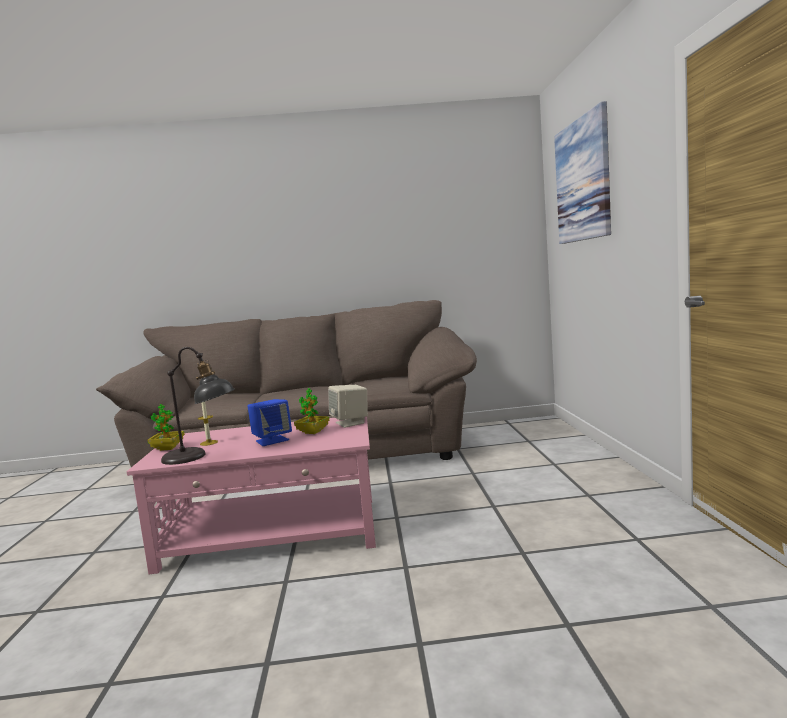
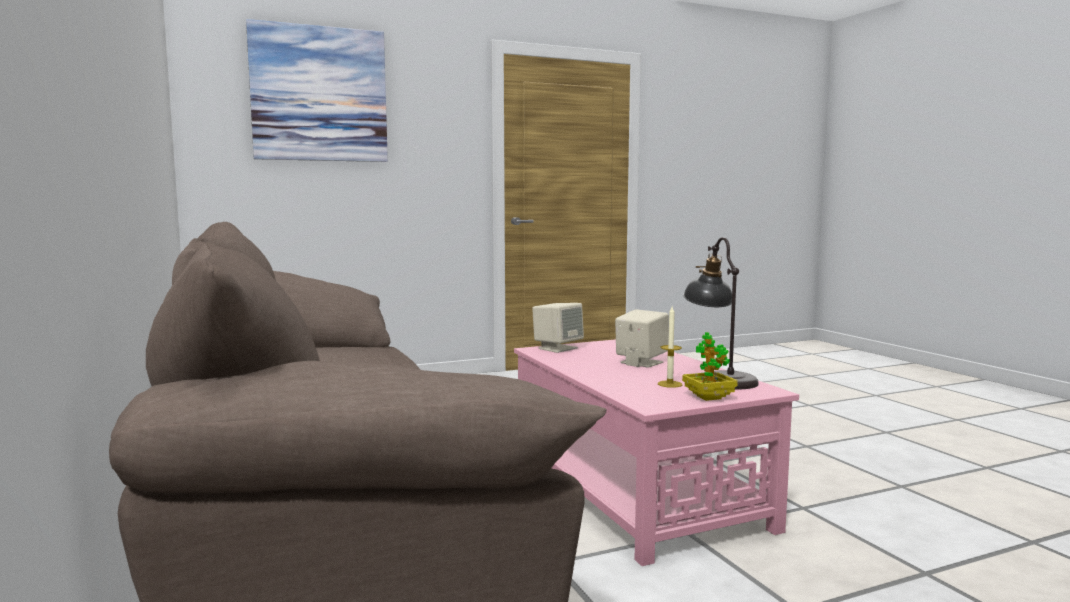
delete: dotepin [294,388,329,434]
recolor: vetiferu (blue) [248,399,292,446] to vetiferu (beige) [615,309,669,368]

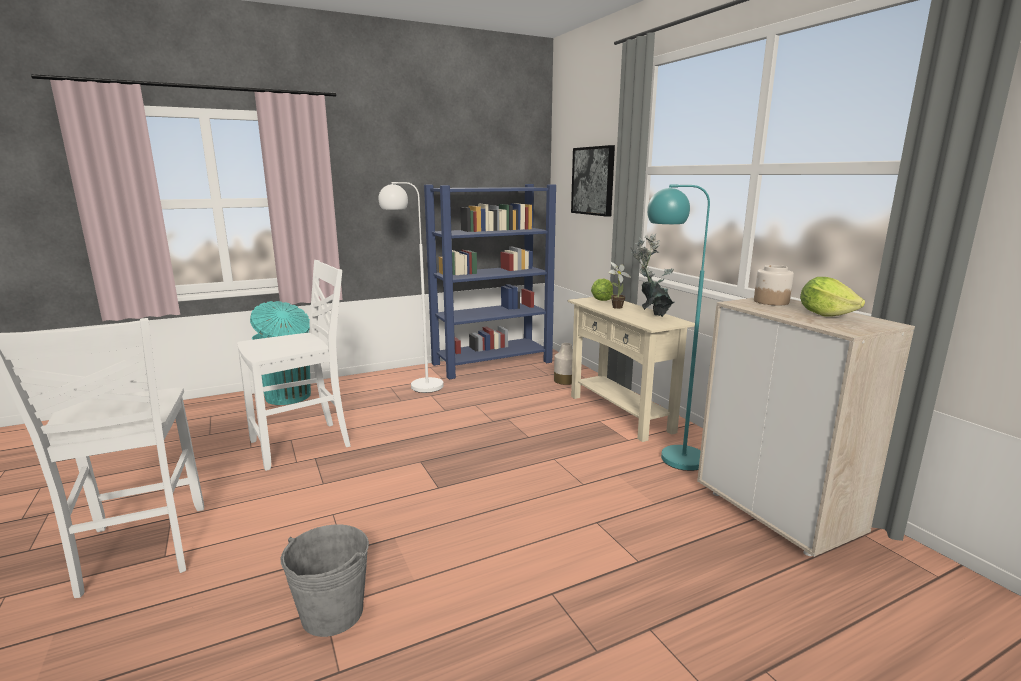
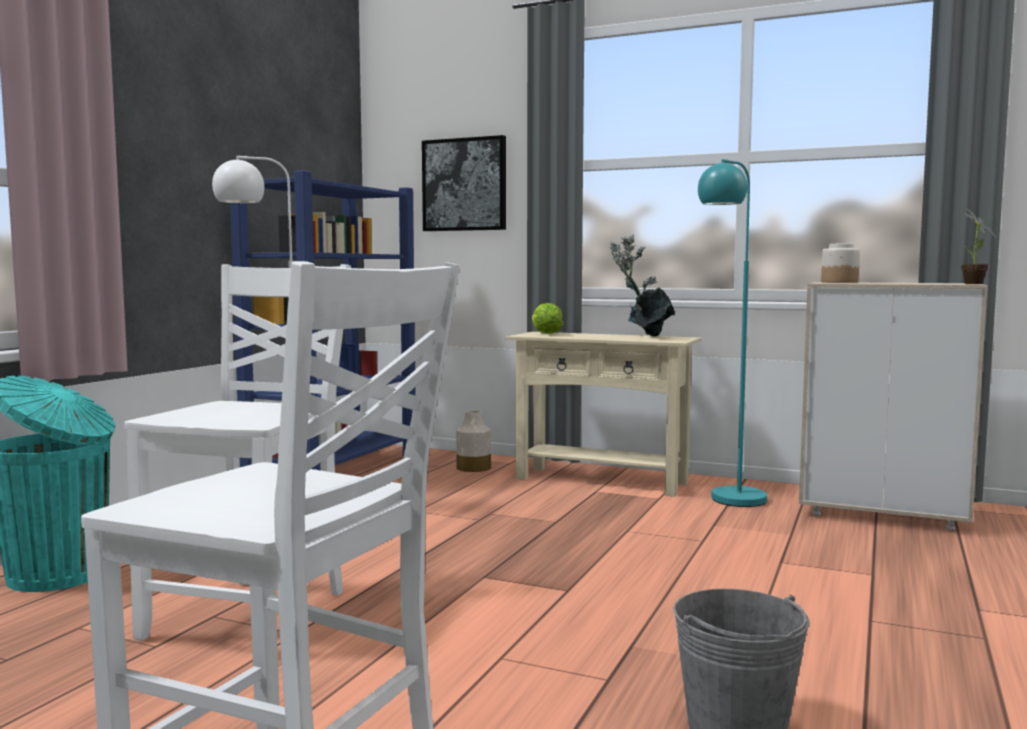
delete: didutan [800,277,865,316]
move: dotepin [608,262,631,309] to [961,208,996,284]

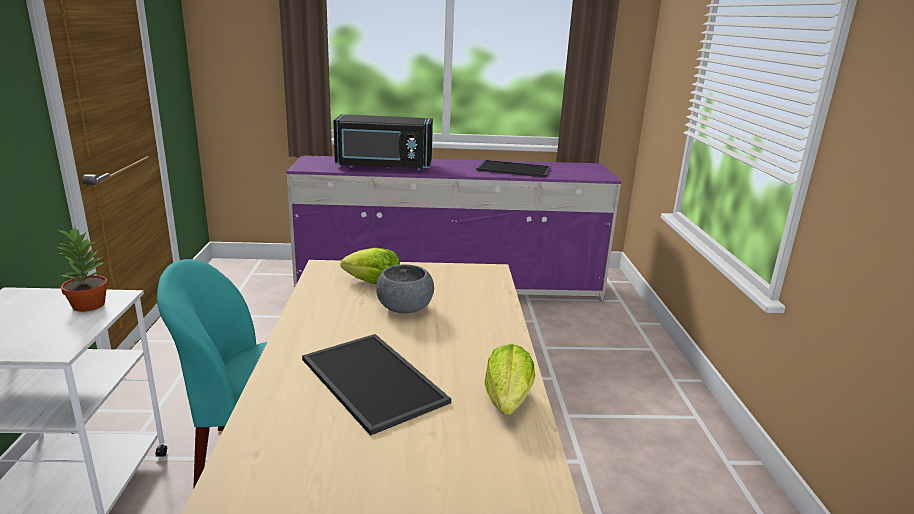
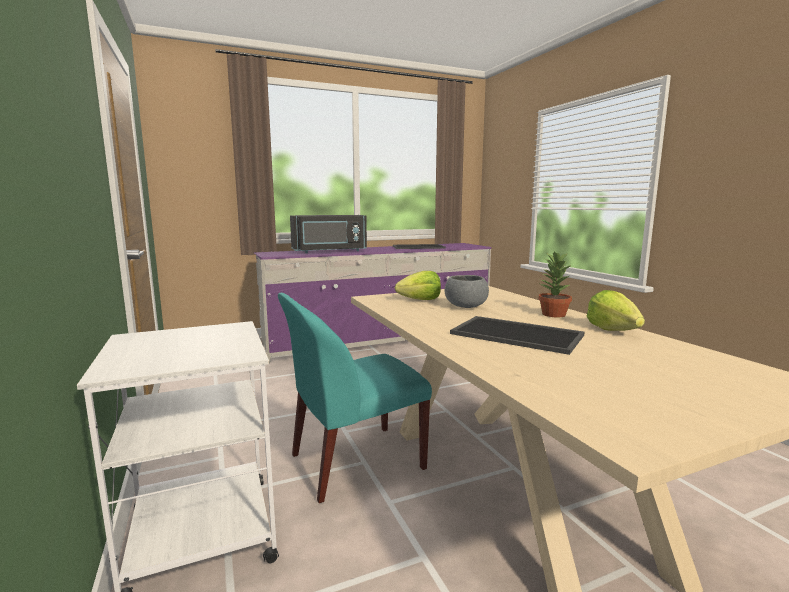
move: dotepin [56,226,108,312] to [539,251,572,317]

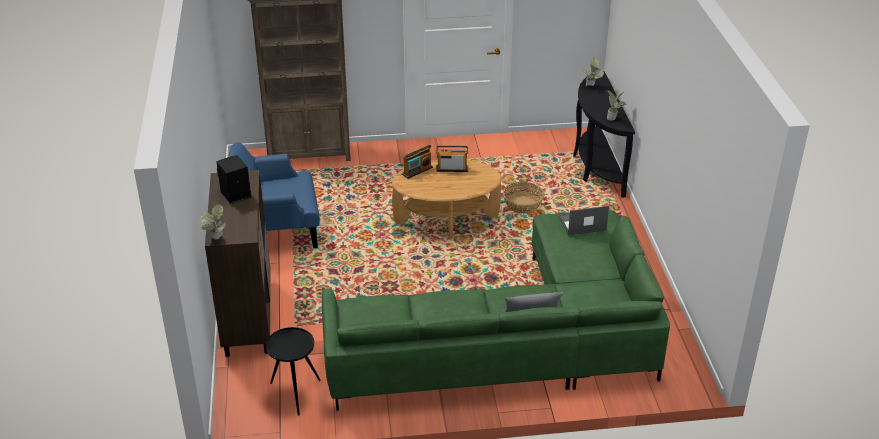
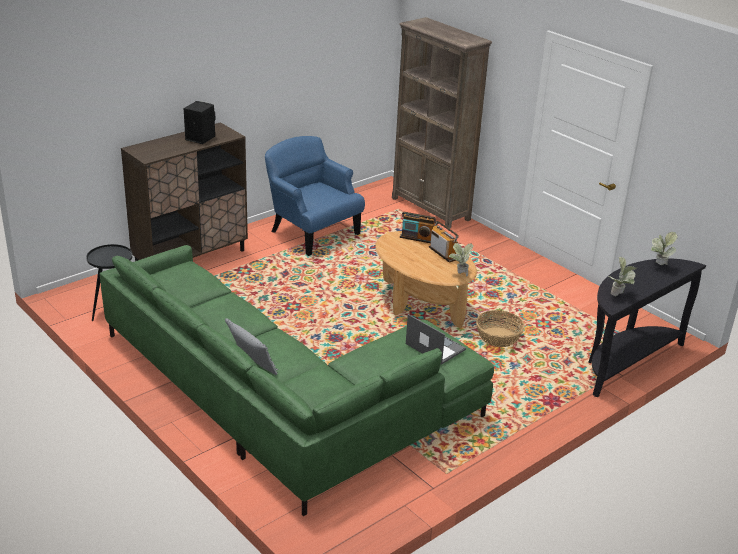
move: dotepin [200,204,226,240] to [449,243,474,276]

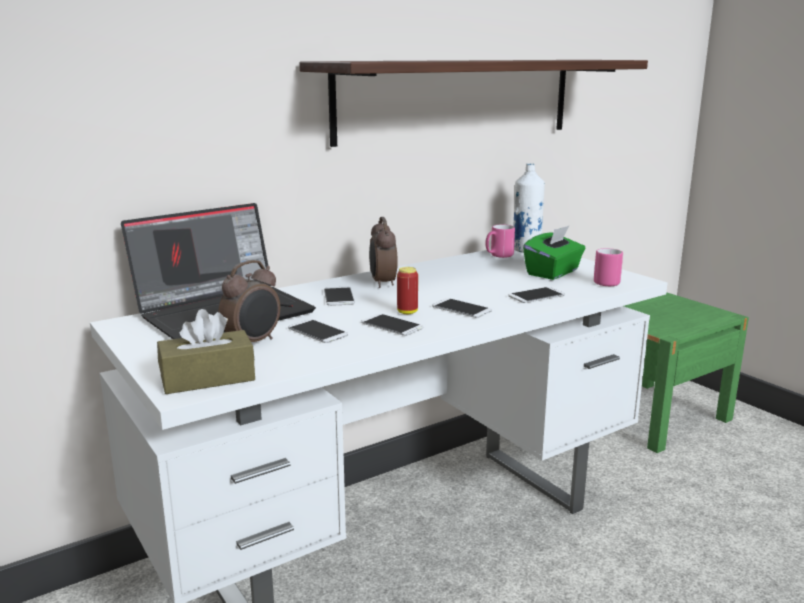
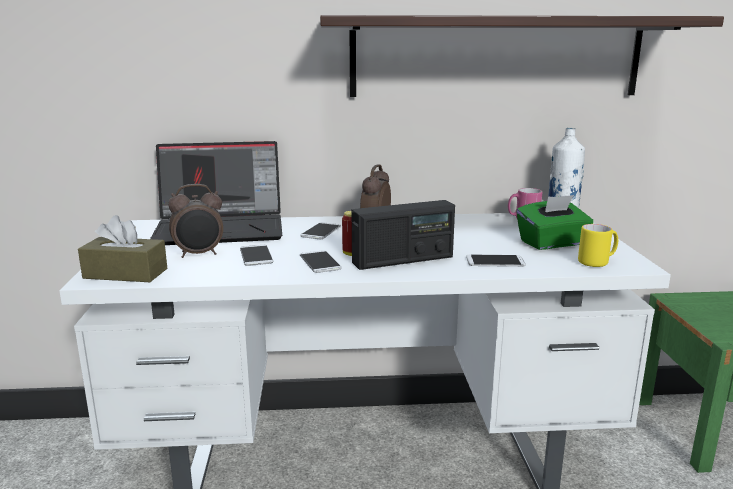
replace: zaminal [432,298,492,318] to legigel [352,200,455,270]
recolor: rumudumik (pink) [594,248,623,286] to rumudumik (yellow) [578,224,618,267]

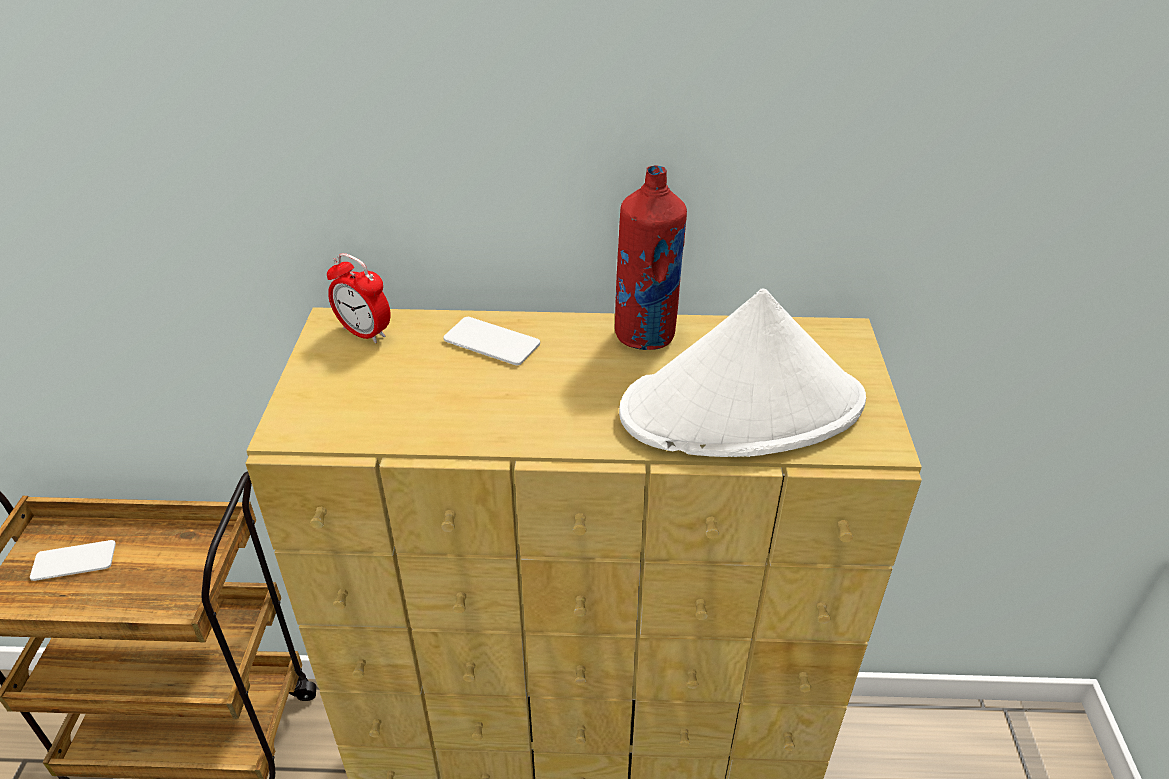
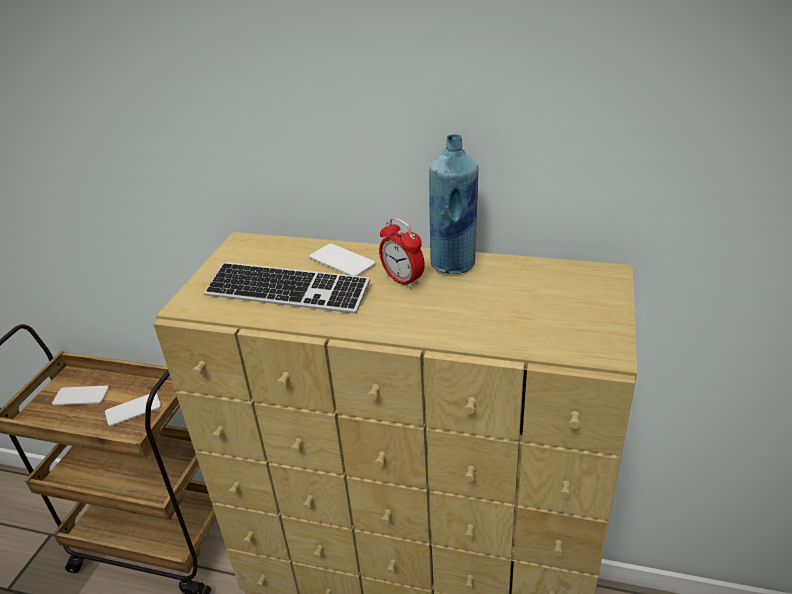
delete: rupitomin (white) [619,289,866,457]
insert: zaminal [105,393,161,426]; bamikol [204,262,370,314]
move: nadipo [327,253,391,343] to [379,218,425,288]
recolor: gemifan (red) [615,165,687,350] to gemifan (blue) [429,134,478,274]

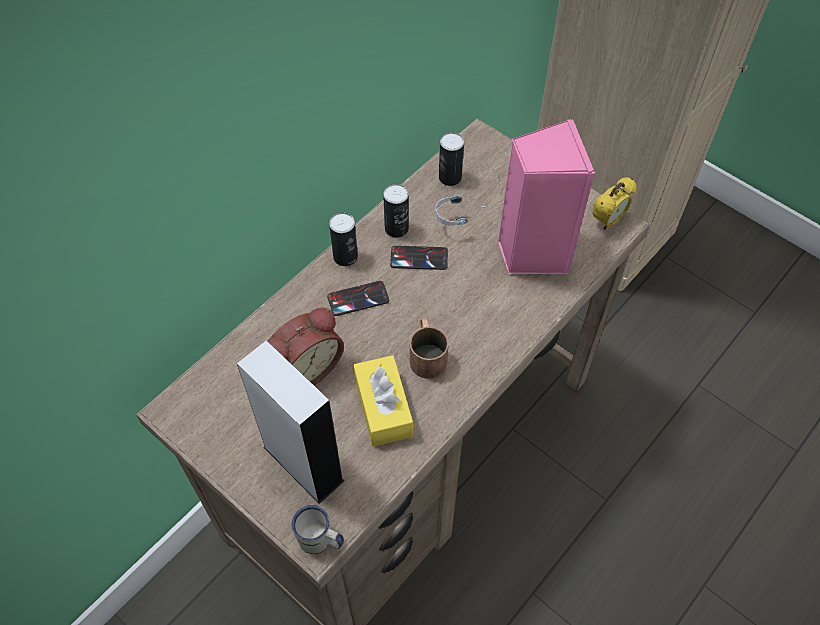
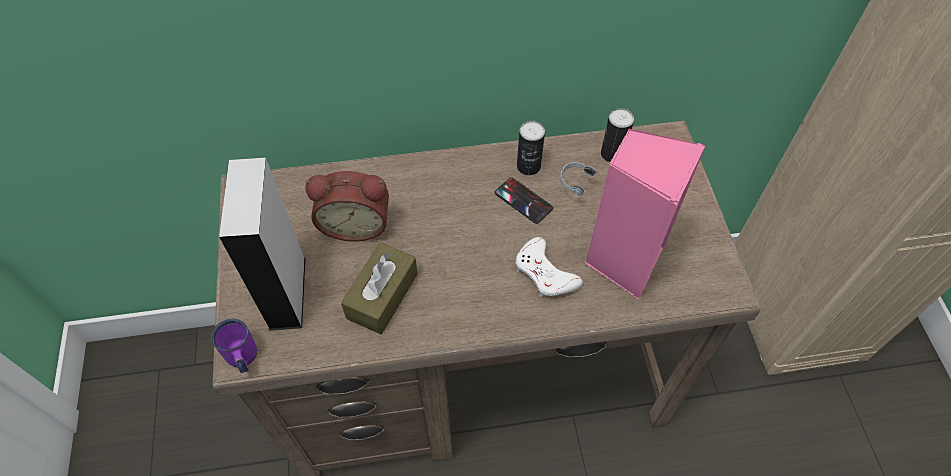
delete: zaminal [327,281,389,316]; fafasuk [329,212,358,266]; rumudumik (brown) [410,318,449,379]; nadipo [592,177,637,230]
insert: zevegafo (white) [515,237,583,297]
recolor: rumudumik (white) [291,505,344,554] to rumudumik (purple) [211,319,257,373]; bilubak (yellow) [353,355,413,447] to bilubak (brown) [341,243,418,334]

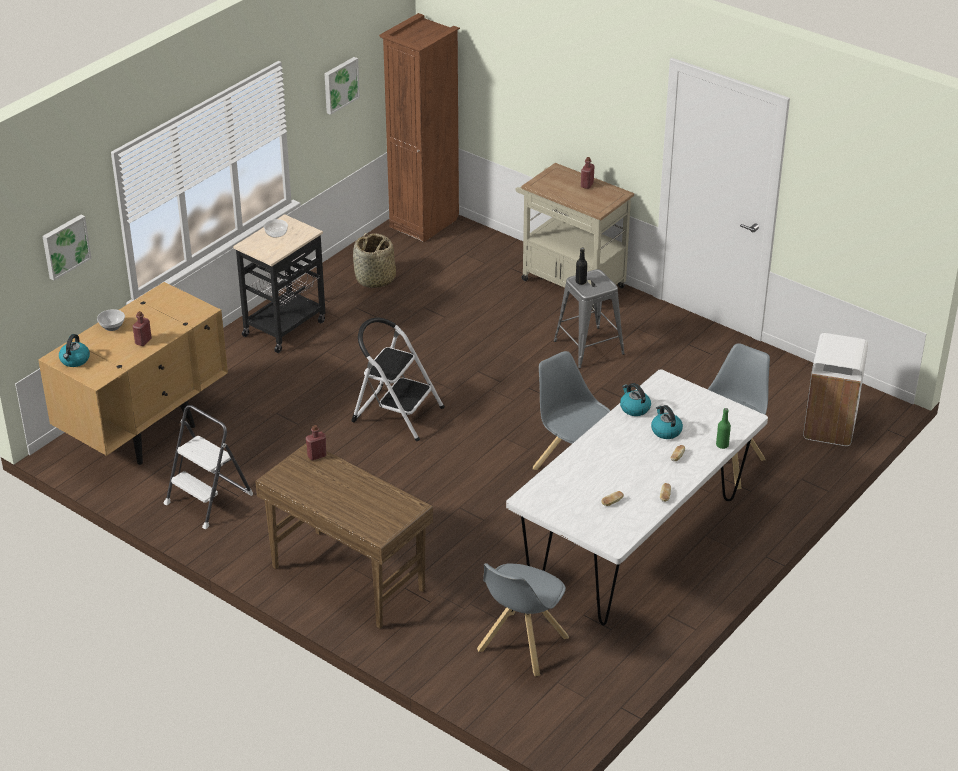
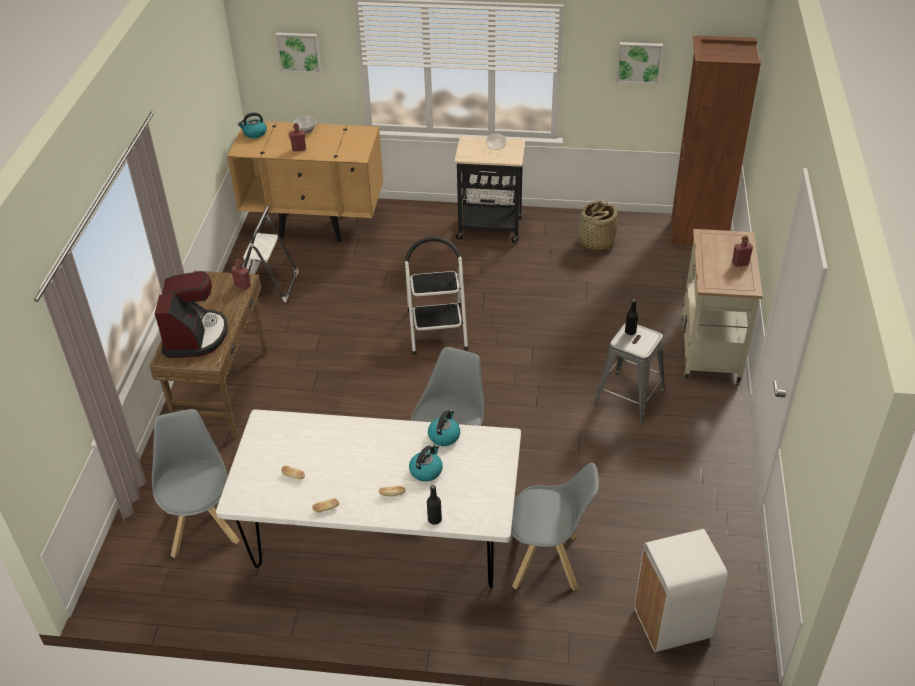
insert: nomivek [155,271,228,358]
recolor: gemifan (green) [716,408,731,449] to gemifan (black) [427,485,442,525]
rotate: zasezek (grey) [477,563,569,676] = [152,409,240,558] 75 degrees clockwise

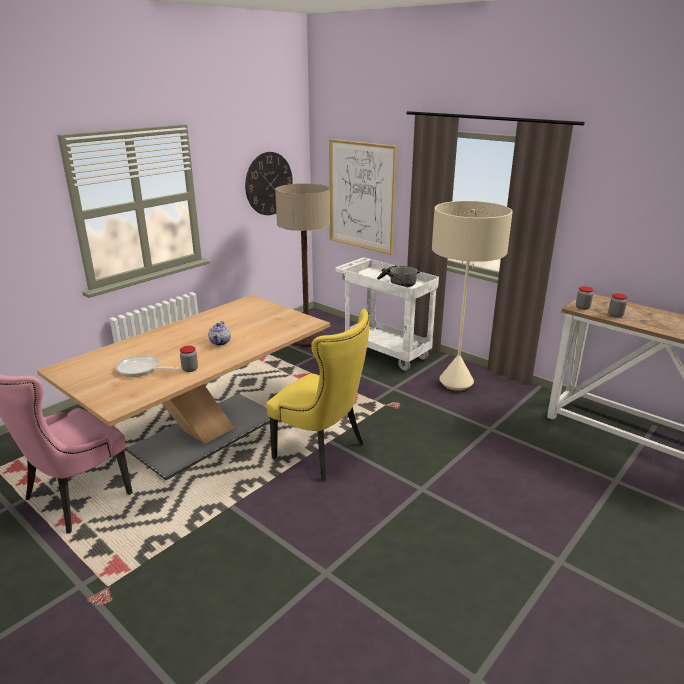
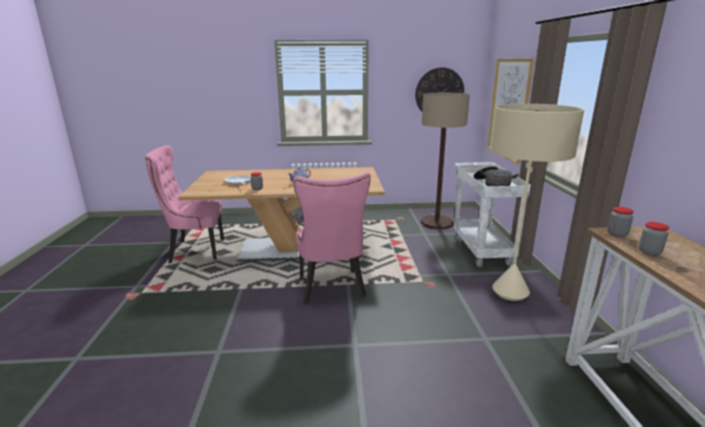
recolor: zasezek (yellow) [266,309,369,481] to zasezek (pink) [293,172,371,304]

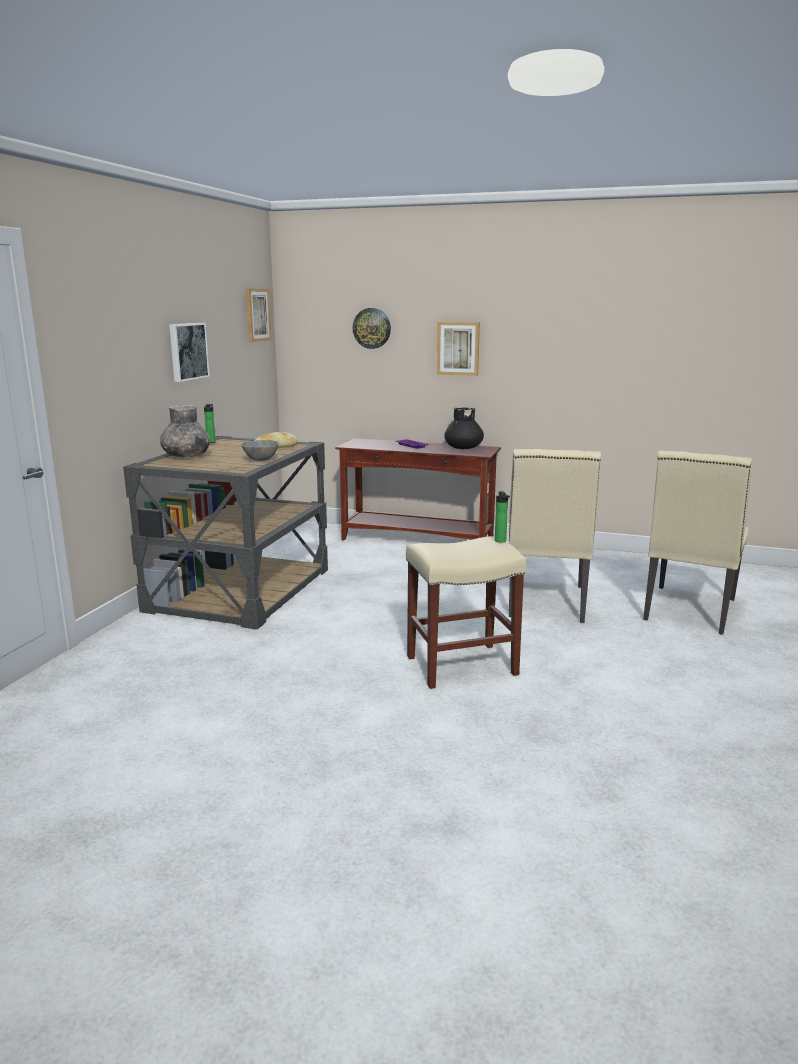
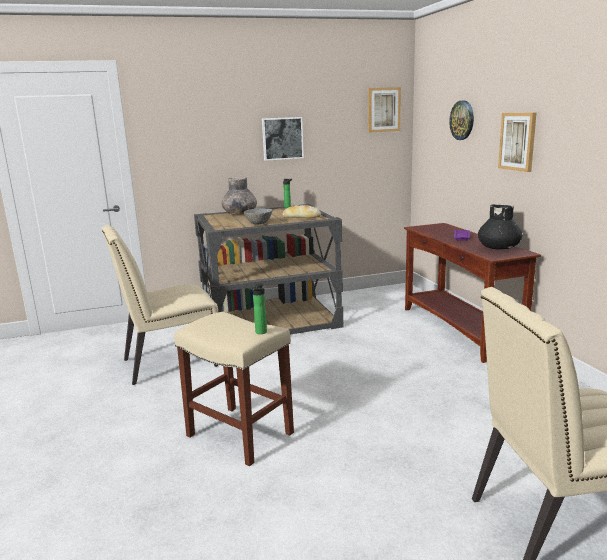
move: zasezek (beige) [509,449,601,623] to [102,225,218,385]

